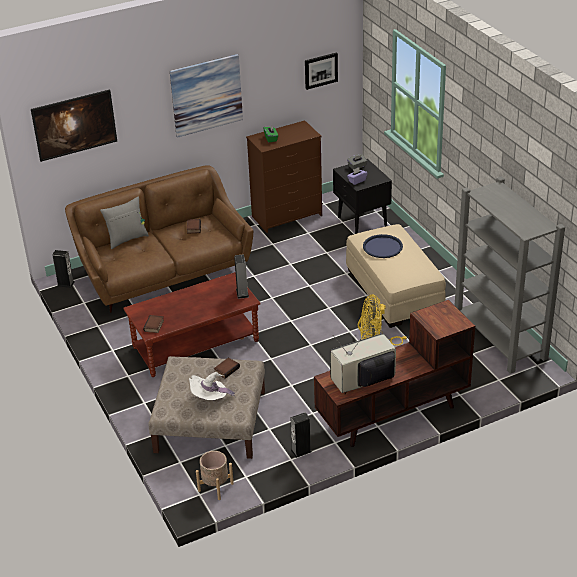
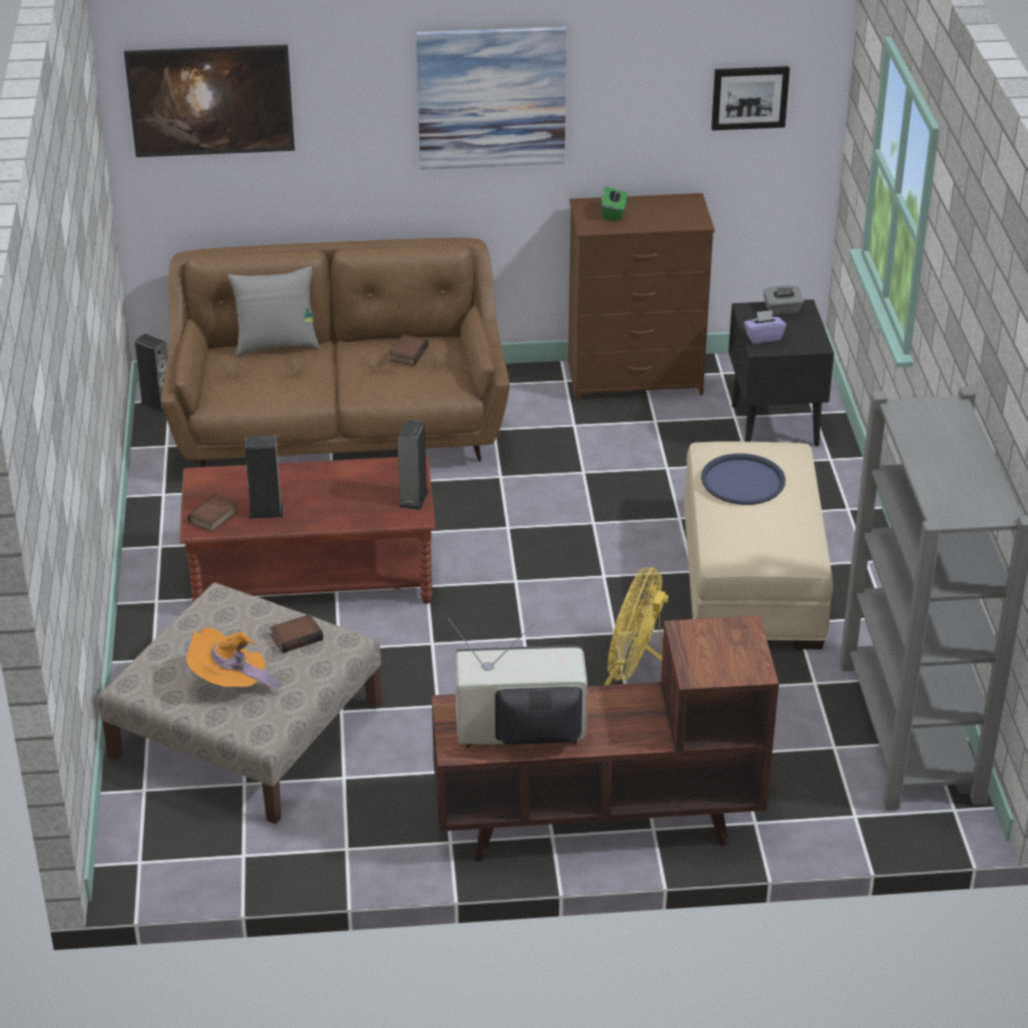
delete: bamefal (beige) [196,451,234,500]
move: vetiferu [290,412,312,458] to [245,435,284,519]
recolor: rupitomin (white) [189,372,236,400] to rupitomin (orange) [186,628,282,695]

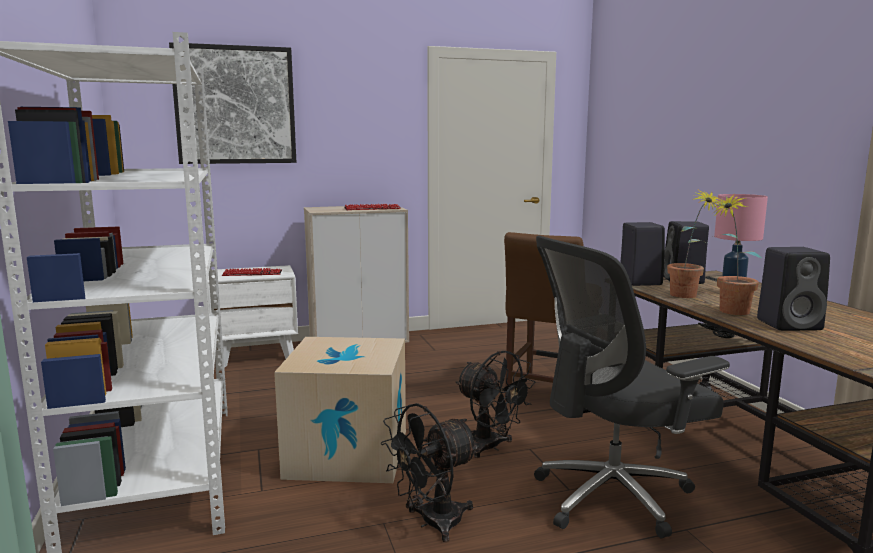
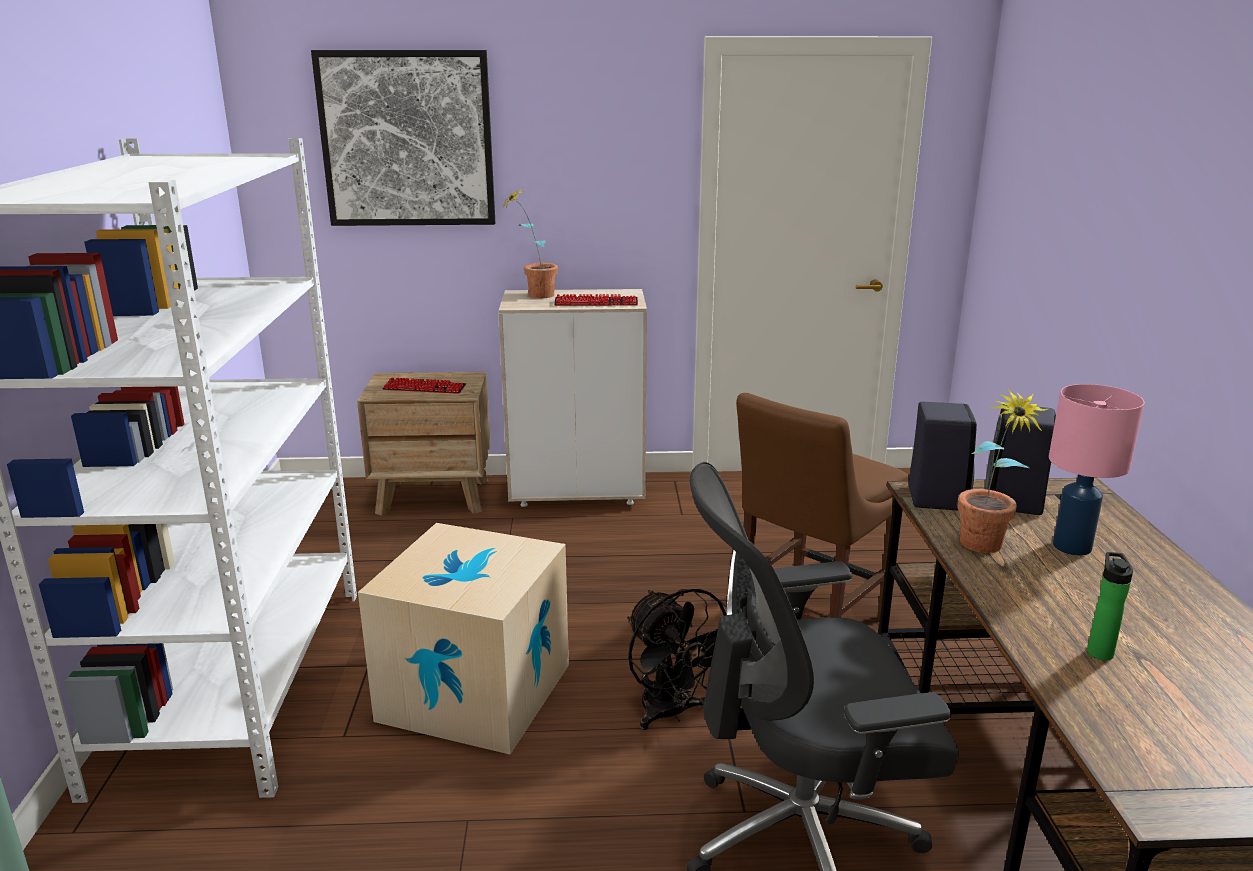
delete: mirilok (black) [380,403,479,542]
move: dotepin [712,193,762,315] to [503,190,558,298]
replace: vetiferu (black) [757,247,830,331] to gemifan [1087,552,1133,660]
recolor: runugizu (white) [207,265,298,368] to runugizu (brown) [357,372,491,516]

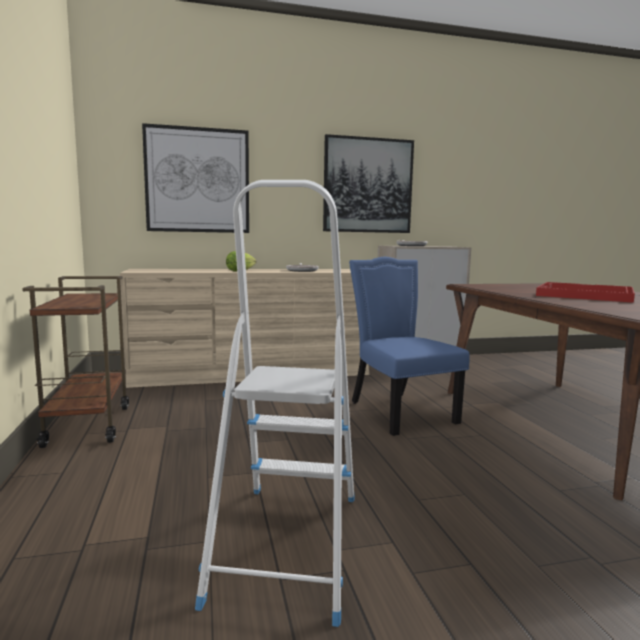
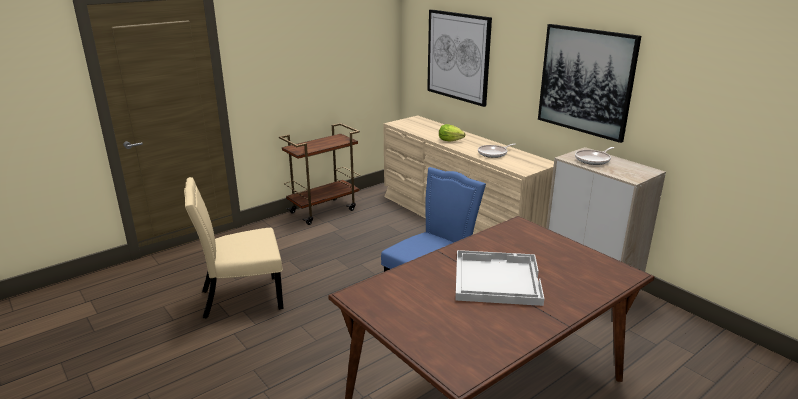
replace: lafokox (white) [195,180,355,627] to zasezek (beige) [184,177,284,319]
recolor: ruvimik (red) [536,282,635,303] to ruvimik (white) [455,250,544,306]

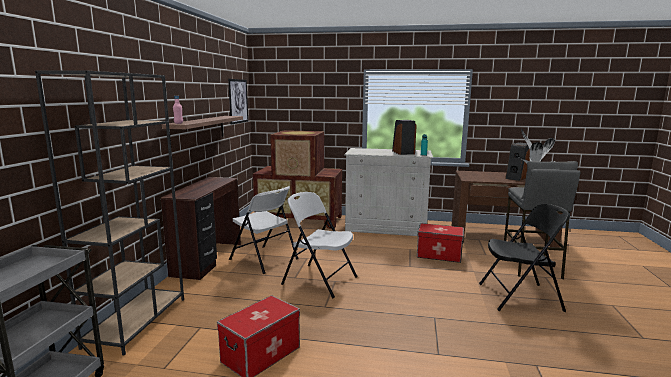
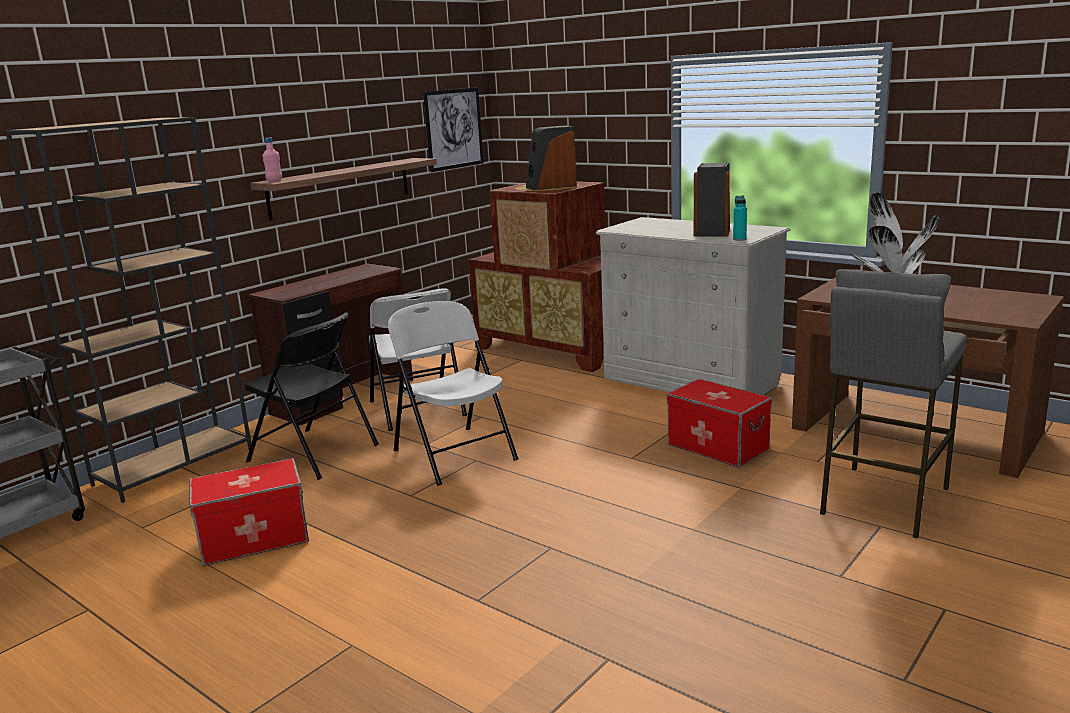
move: zasezek (black) [479,204,570,312] to [244,312,379,480]; vetiferu [505,142,530,181] to [526,125,577,190]

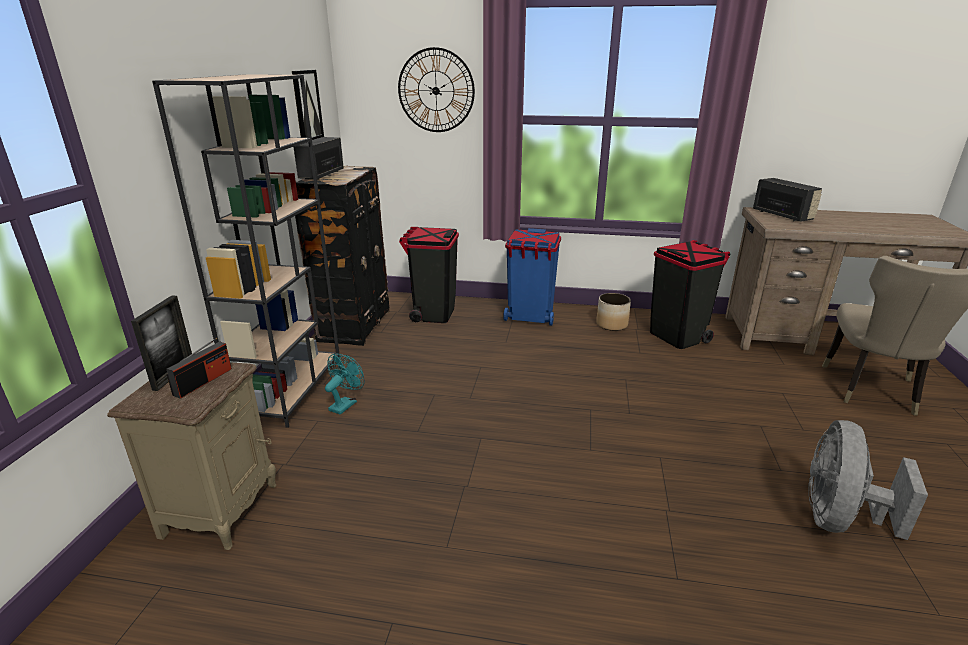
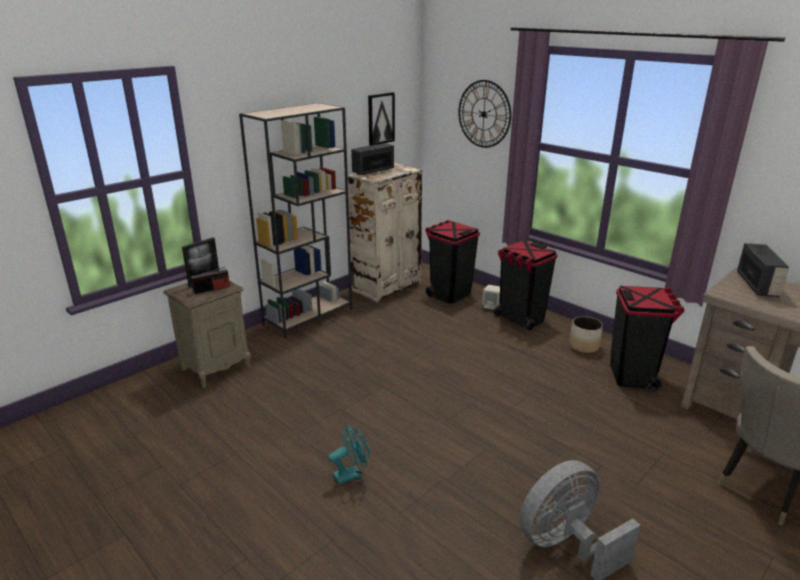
insert: vetiferu (beige) [482,285,500,310]
move: mirilok (turquoise) [325,354,365,415] to [328,425,370,485]
recolor: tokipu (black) [295,165,389,346] to tokipu (beige) [348,163,422,302]; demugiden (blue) [503,228,561,326] to demugiden (black) [494,240,558,331]

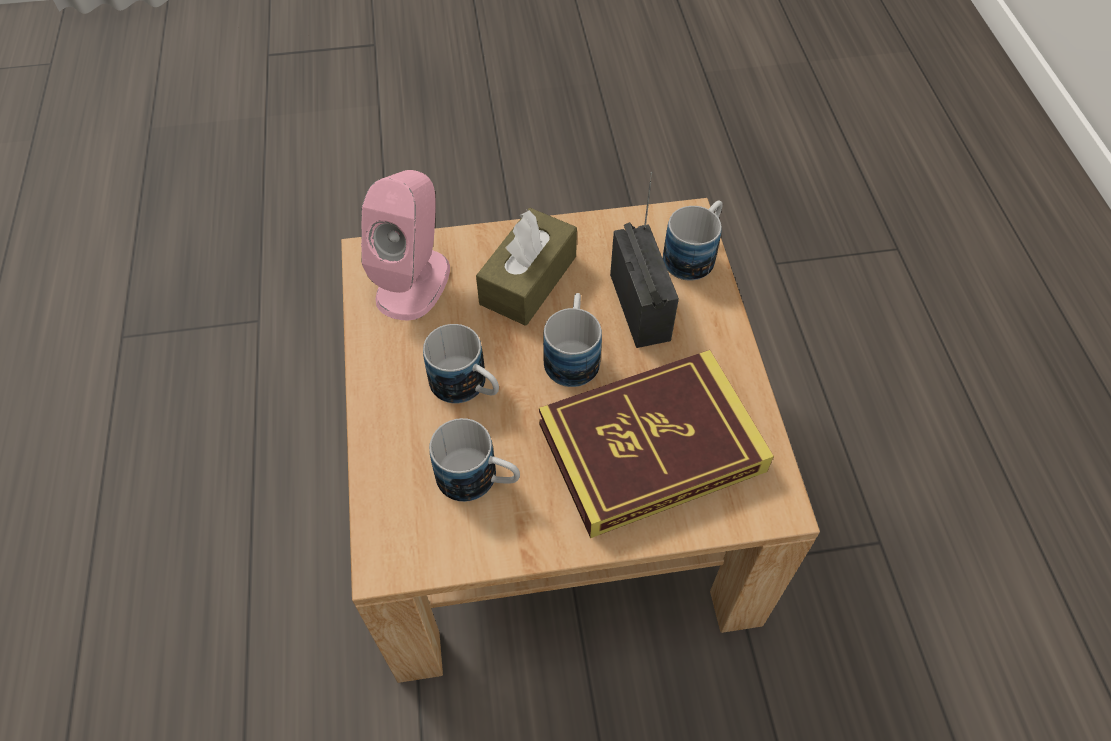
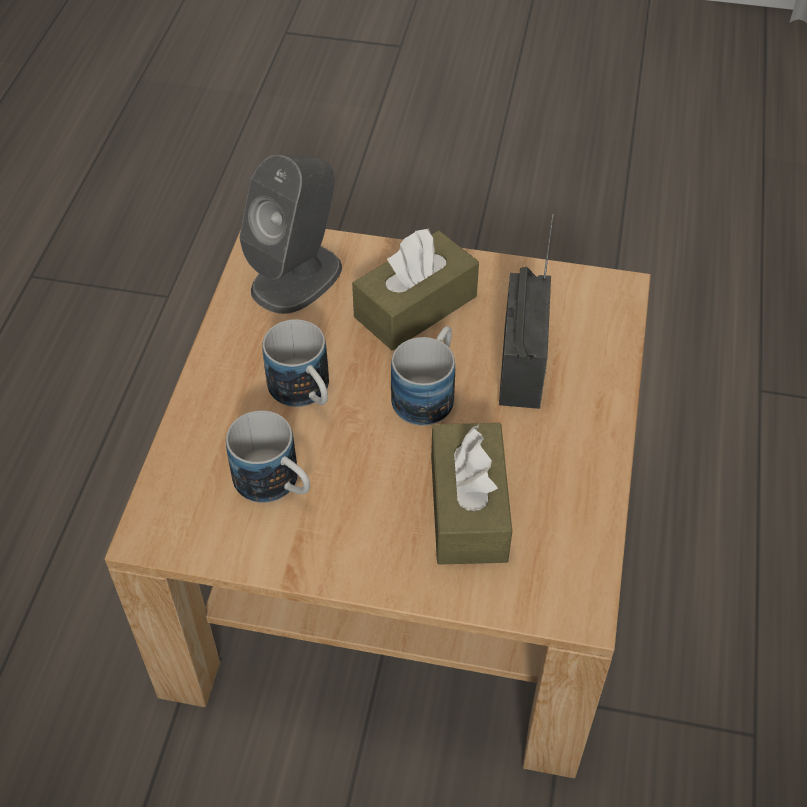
delete: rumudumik [663,200,723,281]
replace: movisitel [539,350,774,538] to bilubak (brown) [431,423,512,565]
recolor: vetiferu (pink) [361,170,450,320] to vetiferu (grey) [239,155,342,314]

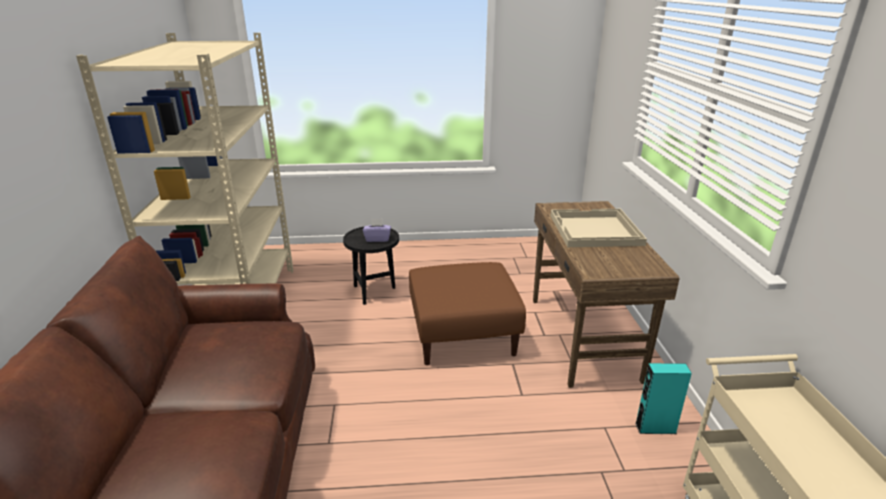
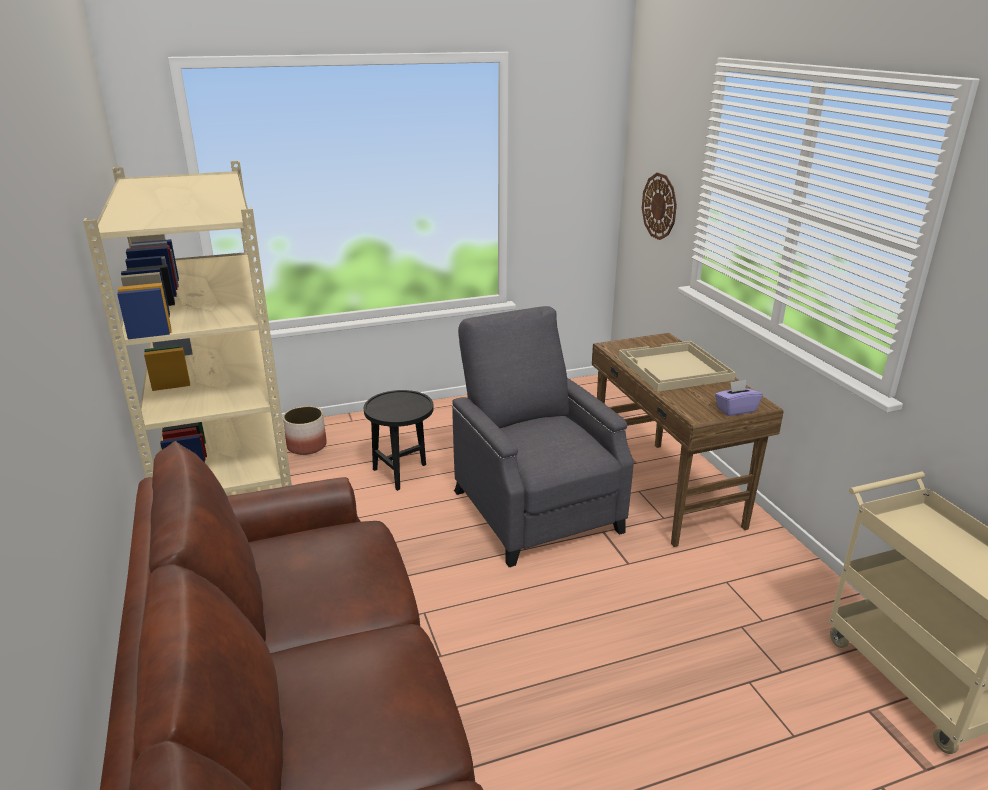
delete: vetiferu (turquoise) [635,363,692,434]
insert: bamefal [283,406,327,455]; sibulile [642,173,677,240]
move: bilubak (purple) [363,219,391,242] to [715,380,763,416]
replace: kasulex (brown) [409,262,526,365] to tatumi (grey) [452,306,634,567]

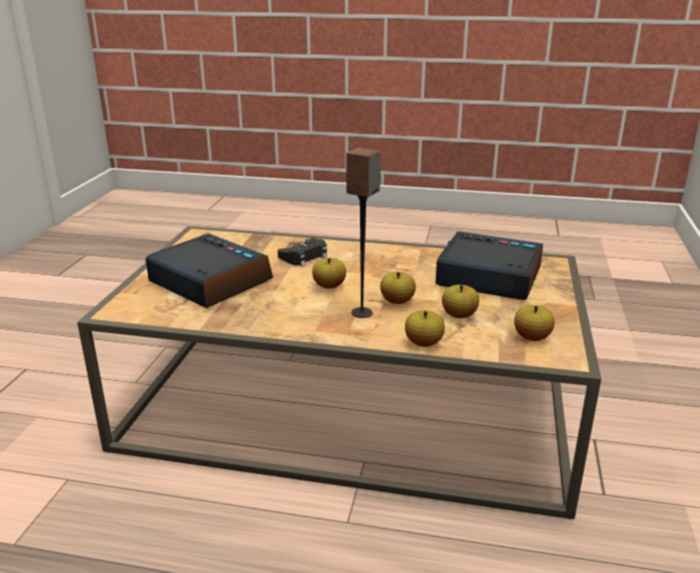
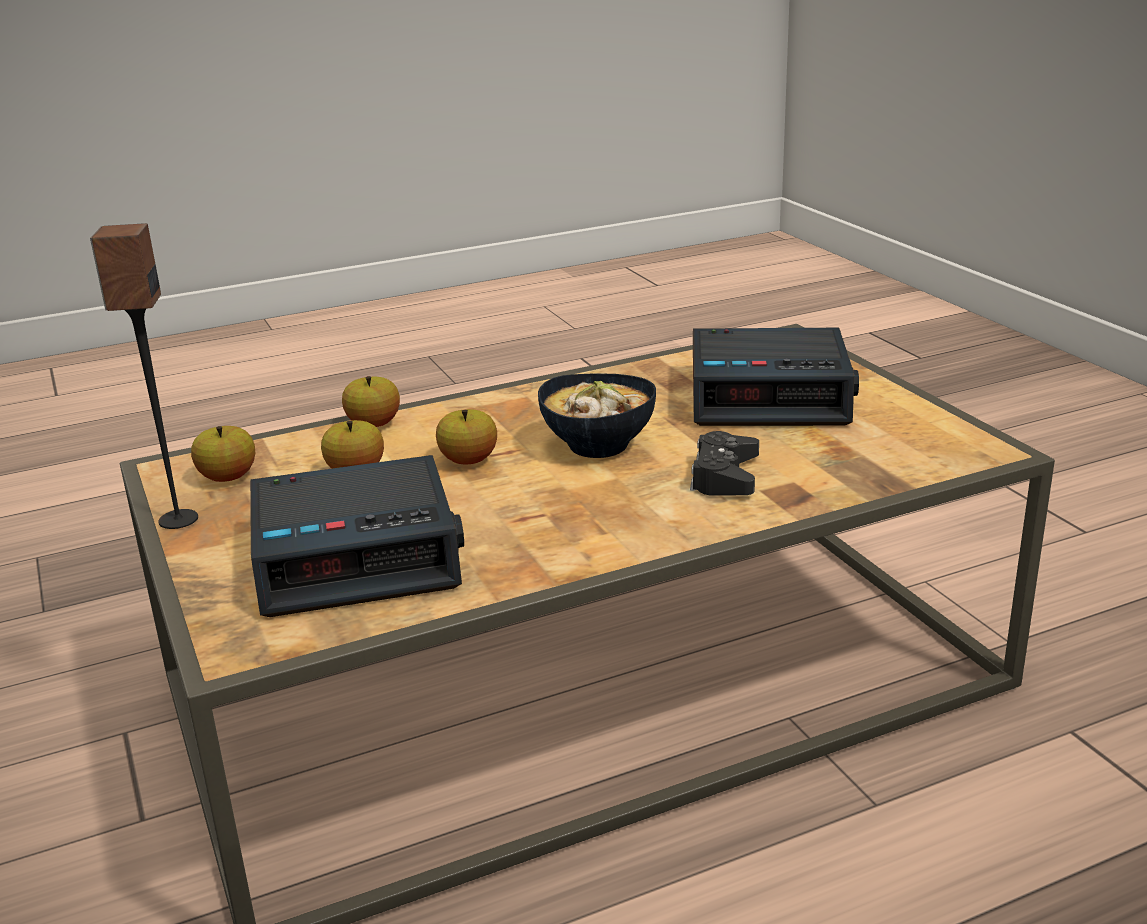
move: vetiferu [347,148,381,318] to [90,223,198,529]
replace: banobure [312,258,346,289] to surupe [538,374,656,458]

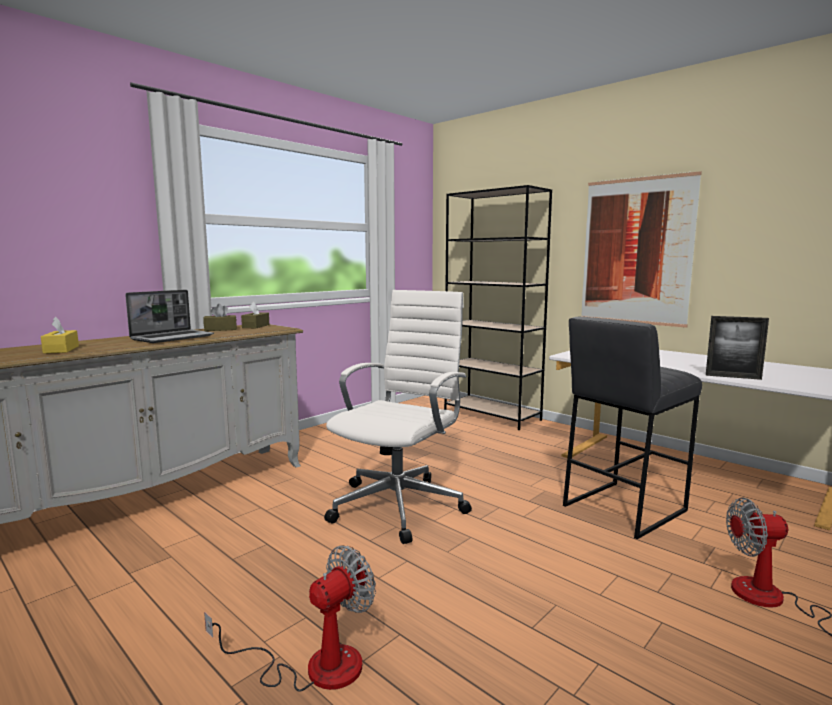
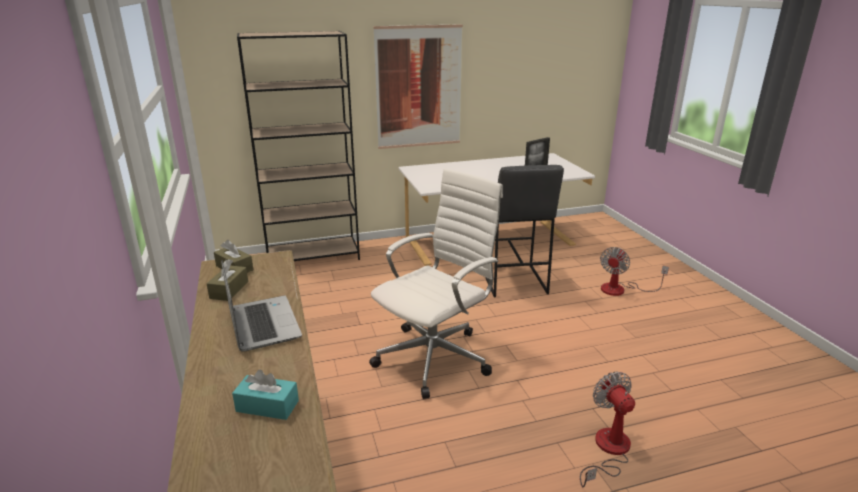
recolor: bilubak (yellow) [41,317,79,354] to bilubak (turquoise) [232,369,299,420]
rotate: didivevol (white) [324,290,472,544] = [369,169,503,399] 75 degrees clockwise

